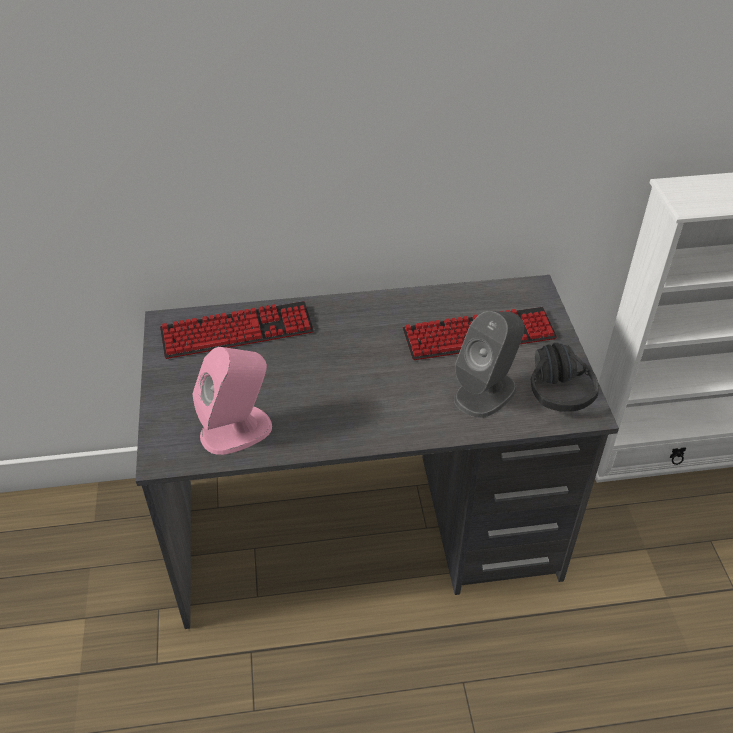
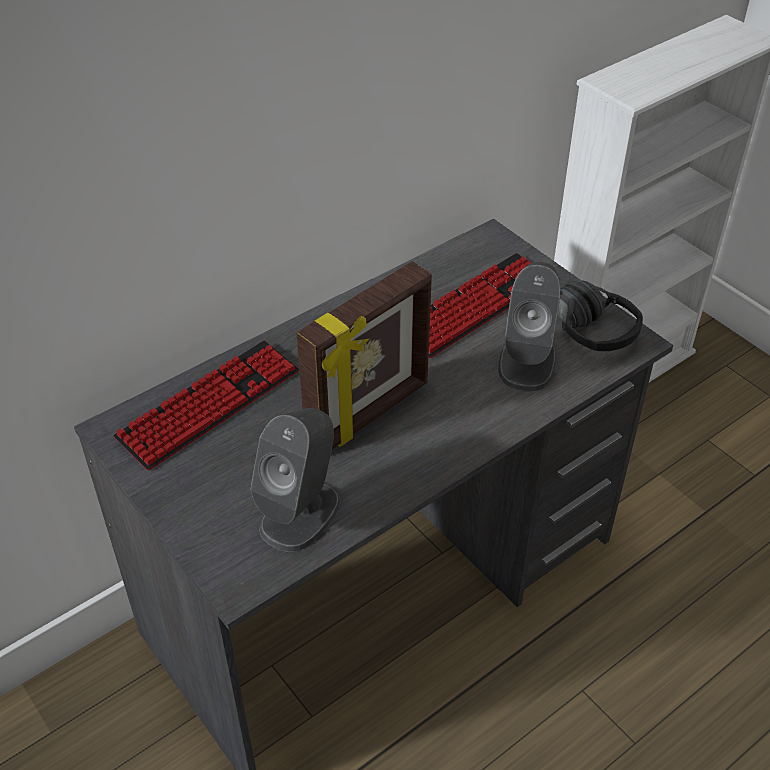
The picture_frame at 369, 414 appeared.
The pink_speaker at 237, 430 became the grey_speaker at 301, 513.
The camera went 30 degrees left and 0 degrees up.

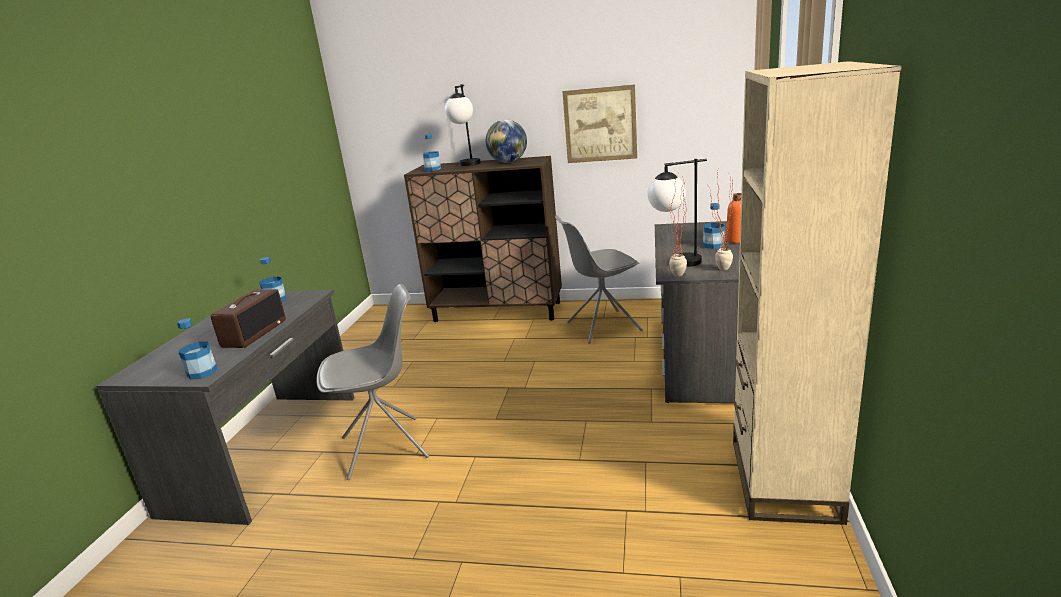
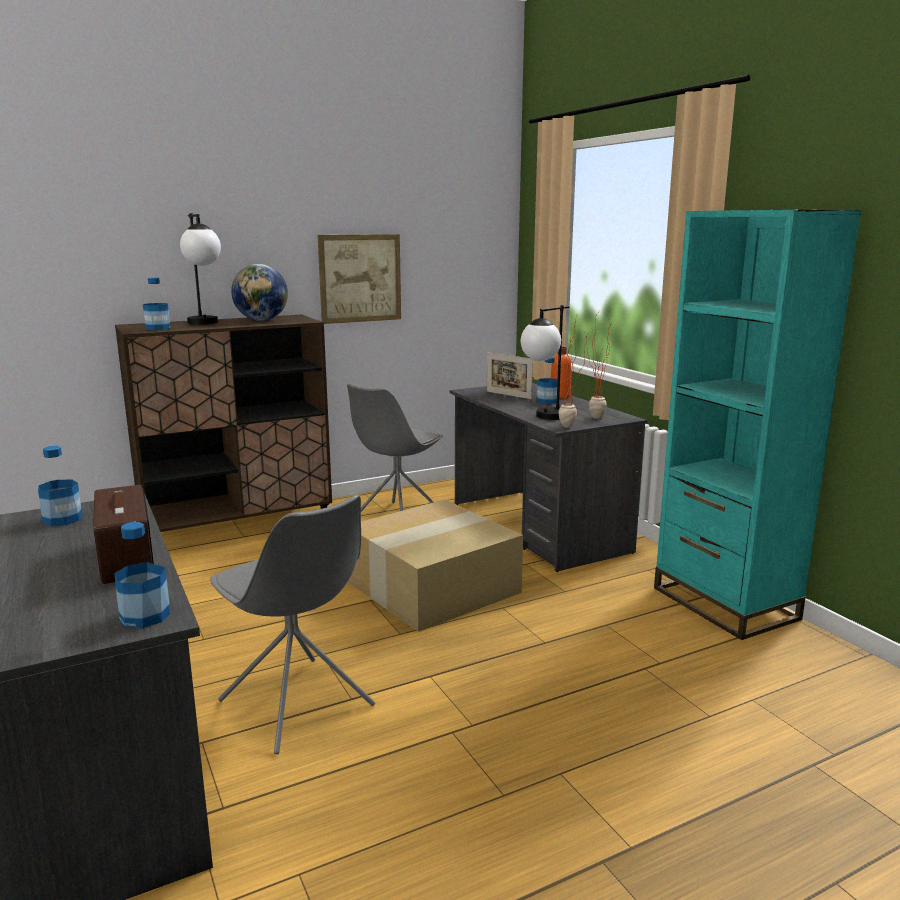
The cardboard_box at 433, 585 appeared.
The picture_frame at 508, 395 appeared.
The beige_bookcase at 783, 479 became the turquoise_bookcase at 724, 603.
The grey_chair at 386, 447 turned 105 degrees clockwise.
The camera went 40 degrees left and 5 degrees down.

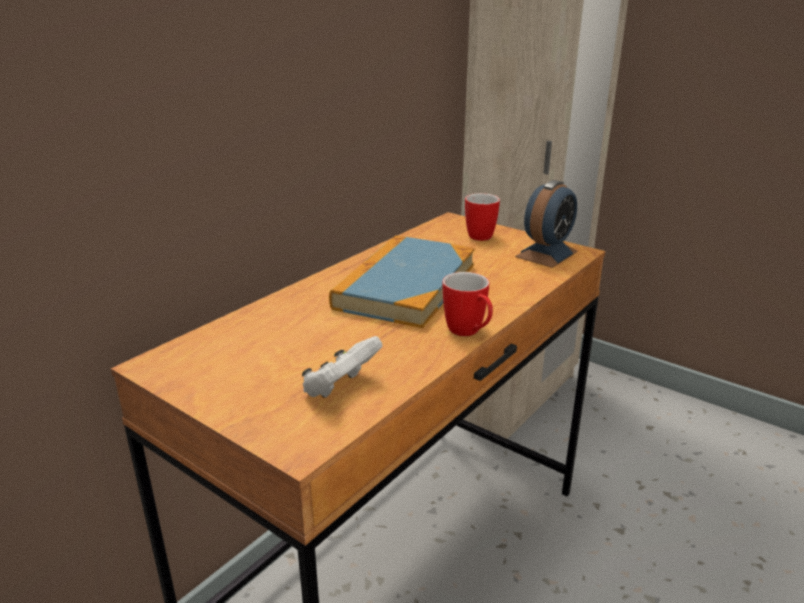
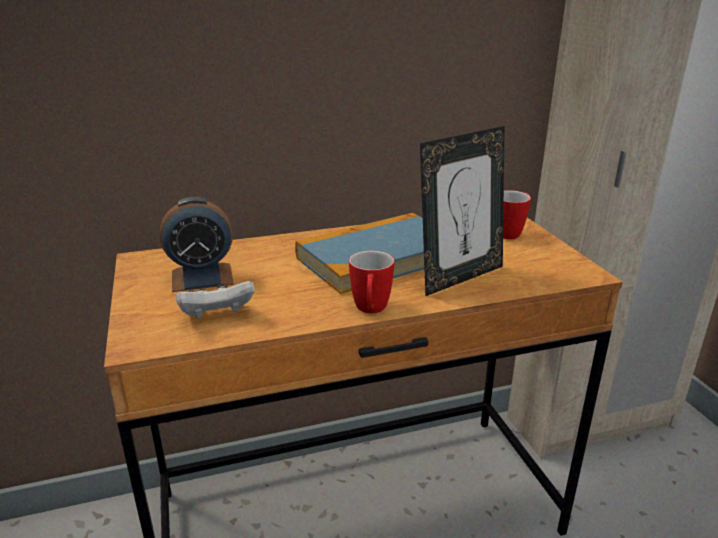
The picture_frame at 459, 277 appeared.
The alarm_clock moved from 546, 254 to 202, 277.
The camera went 35 degrees right and 0 degrees up.

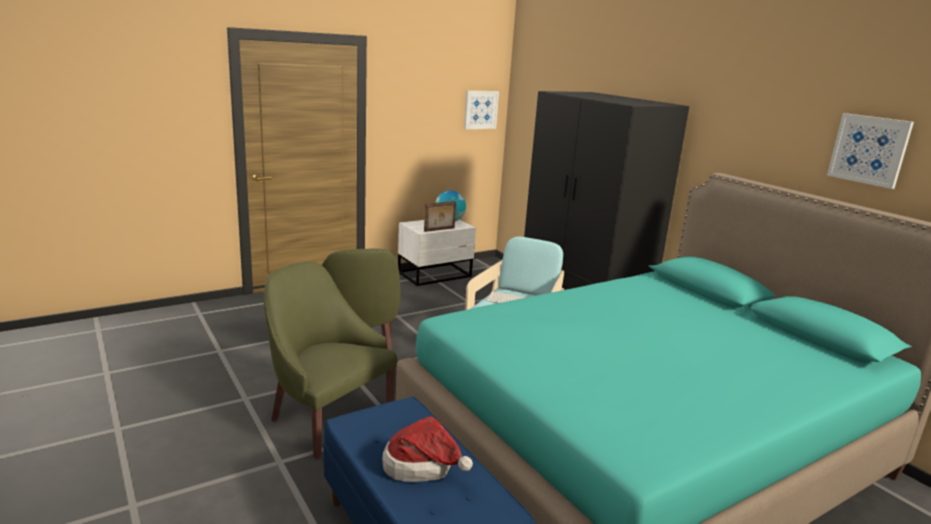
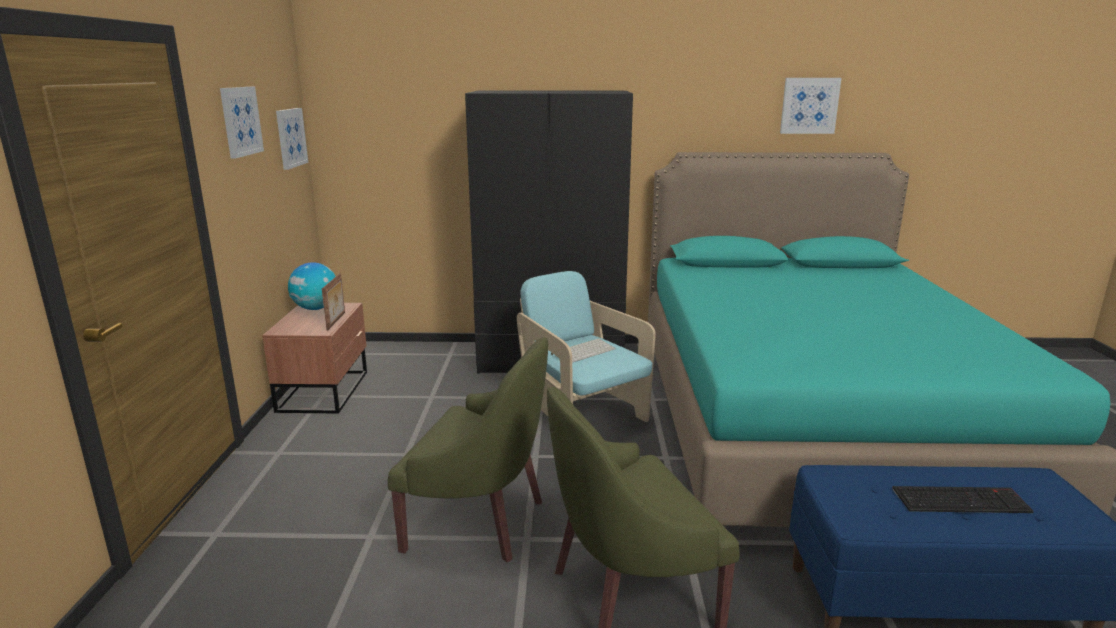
The picture at 240, 121 appeared.
The hat at 423, 467 was replaced by the keyboard at 961, 499.
The white_nightstand at 436, 275 became the brown_nightstand at 326, 390.
The camera went 55 degrees left and 0 degrees up.

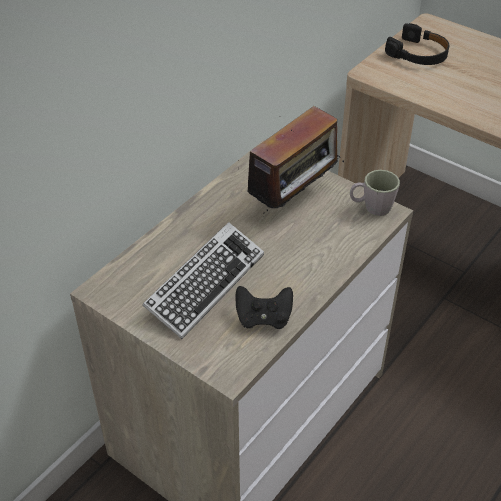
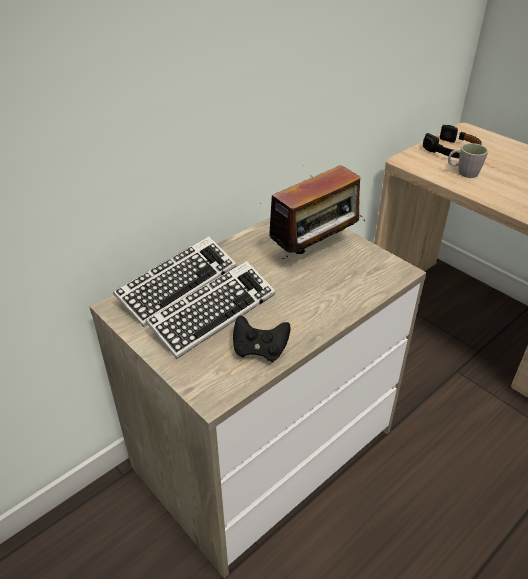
The keyboard at 178, 285 appeared.
The grey_mug moved from 371, 208 to 463, 173.
The camera went 10 degrees right and 5 degrees down.

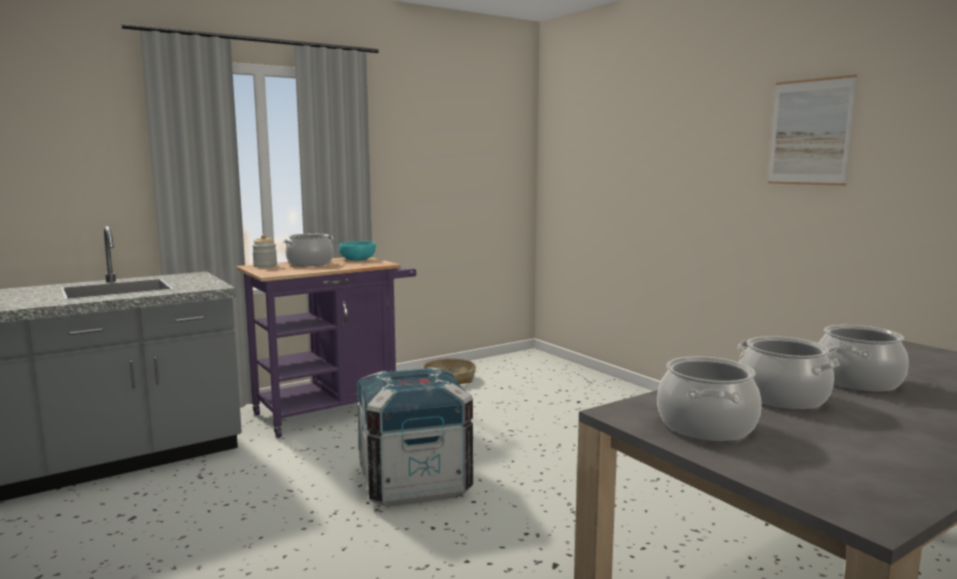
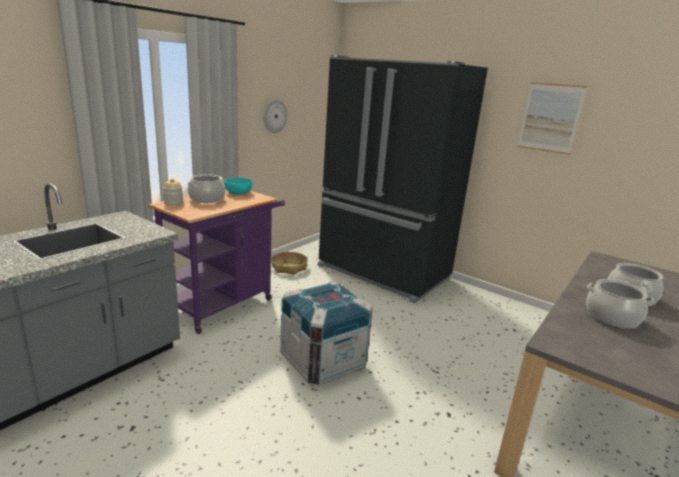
The cooking_pot at 705, 425 disappeared.
The wall_clock at 274, 116 appeared.
The black_fridge at 382, 273 appeared.
The camera went 20 degrees left and 10 degrees up.

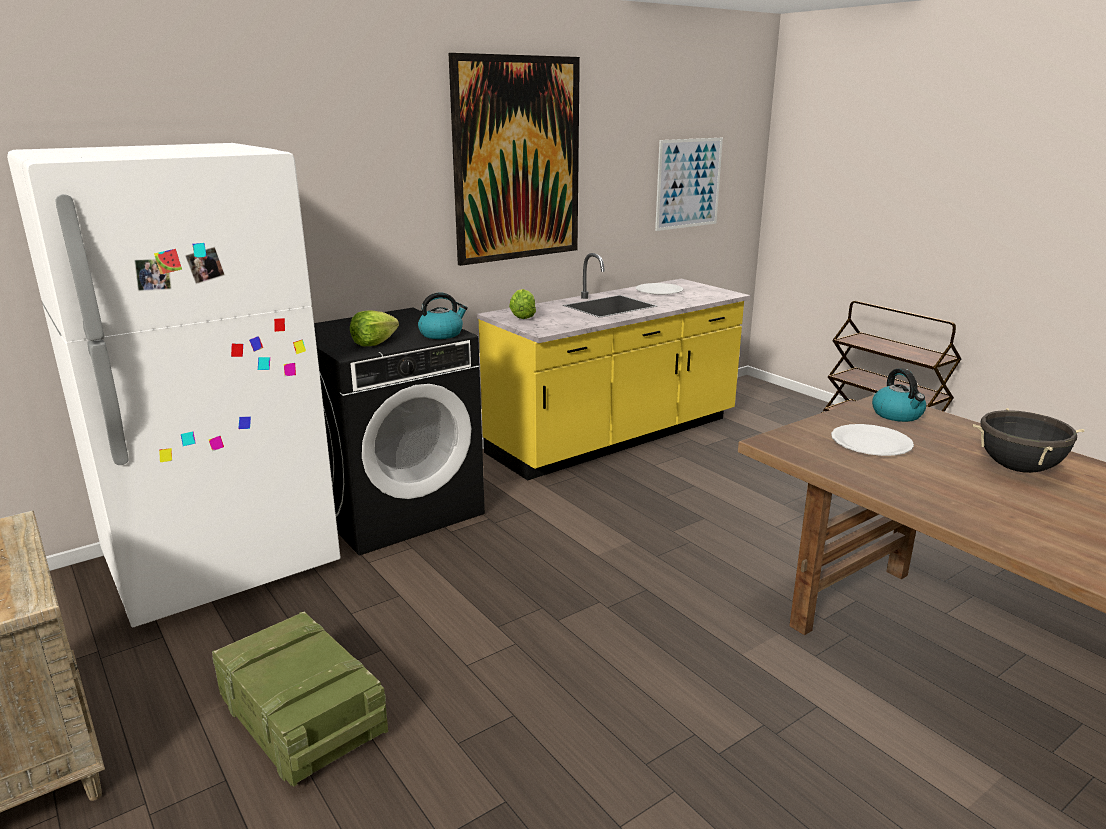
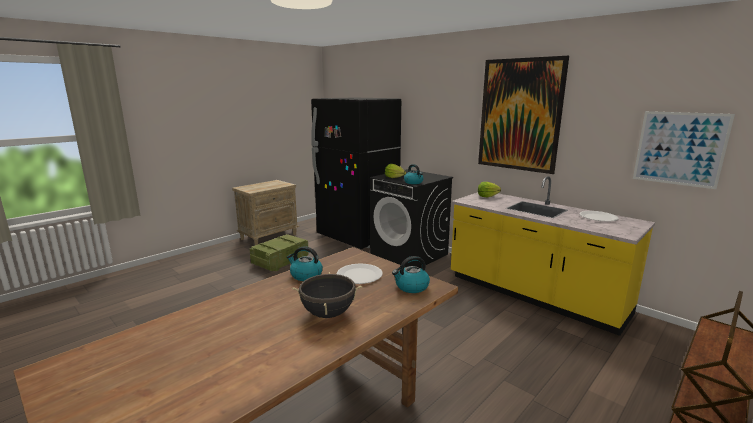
The kettle at 305, 275 appeared.
The white_fridge at 222, 564 became the black_fridge at 357, 237.
The camera went 80 degrees right and 5 degrees down.

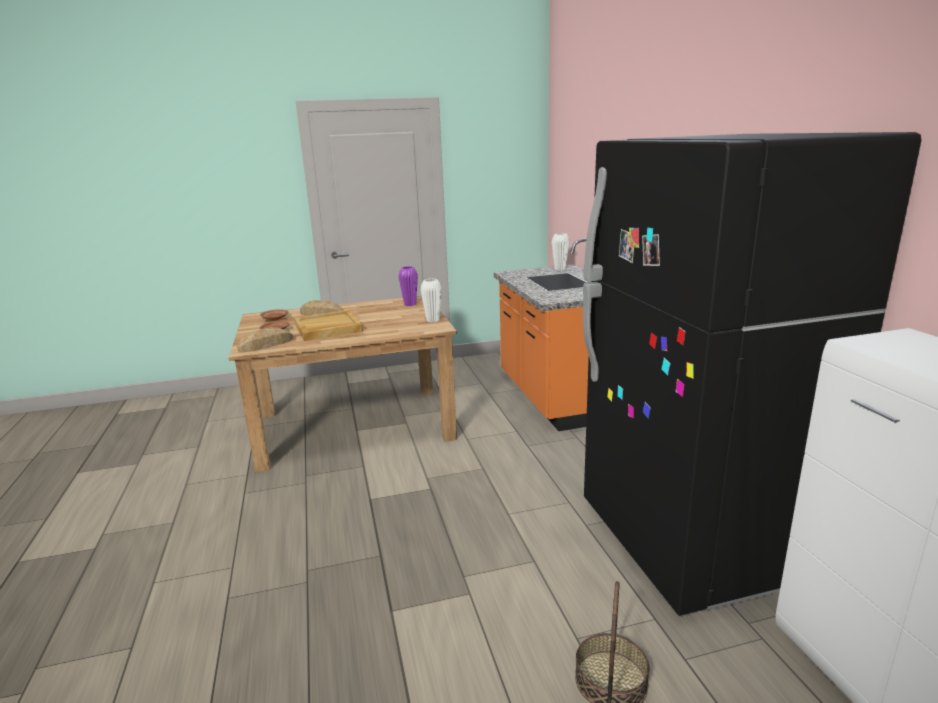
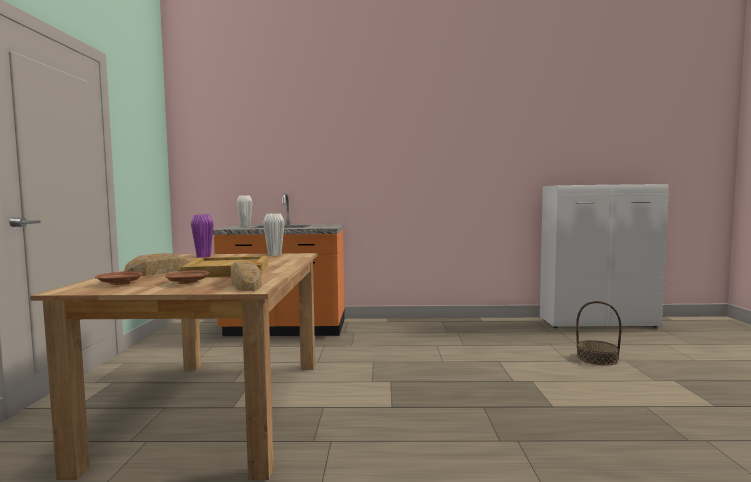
The black_fridge at 691, 542 disappeared.
The camera went 75 degrees left and 15 degrees down.

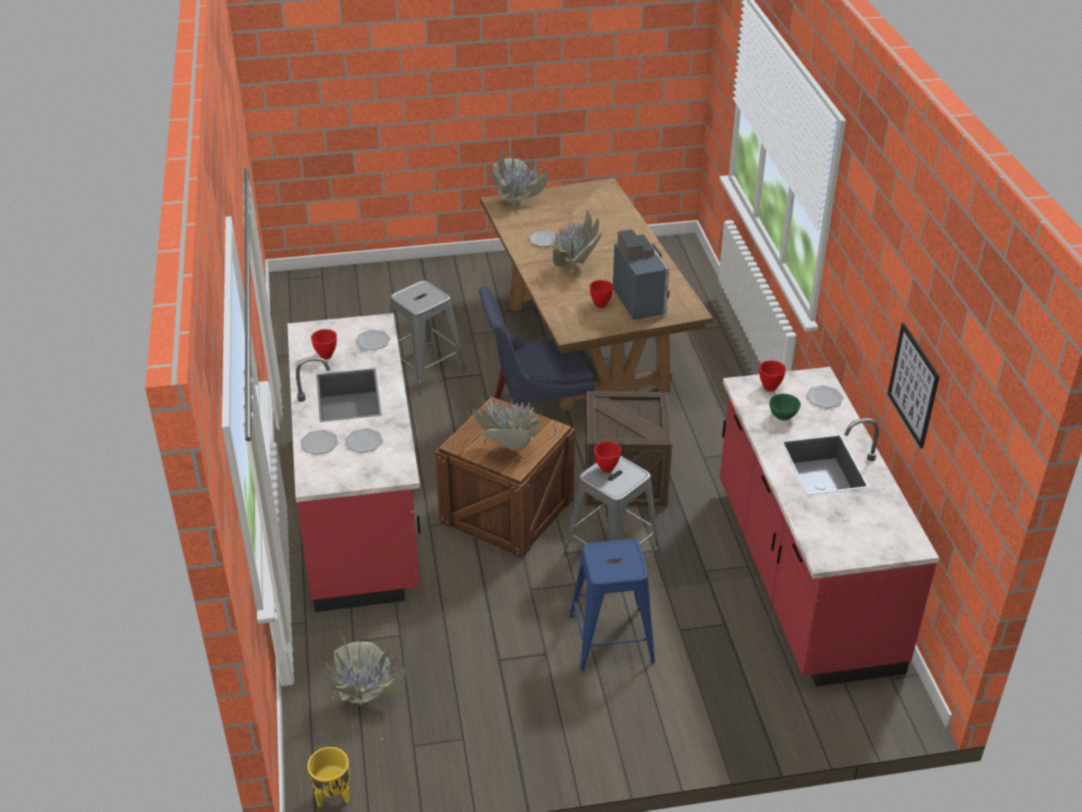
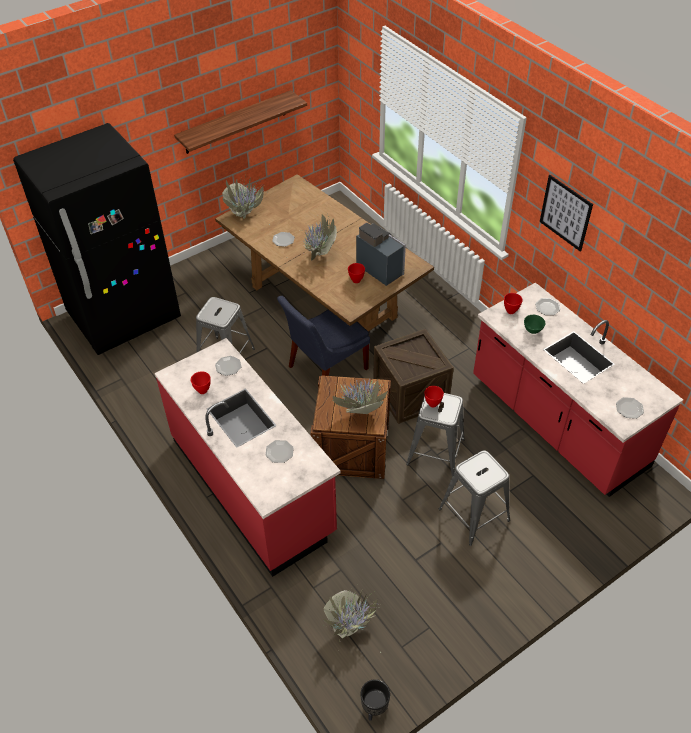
The black_fridge at 124, 317 appeared.
The shelf at 235, 122 appeared.
The plate moved from 319, 443 to 629, 408.
The picture moved from 913, 385 to 565, 213.
The yellow_planter at 332, 796 became the black_planter at 374, 709.
The blue_stool at 611, 638 became the grey_stool at 474, 514.
The camera went 25 degrees left and 10 degrees up.

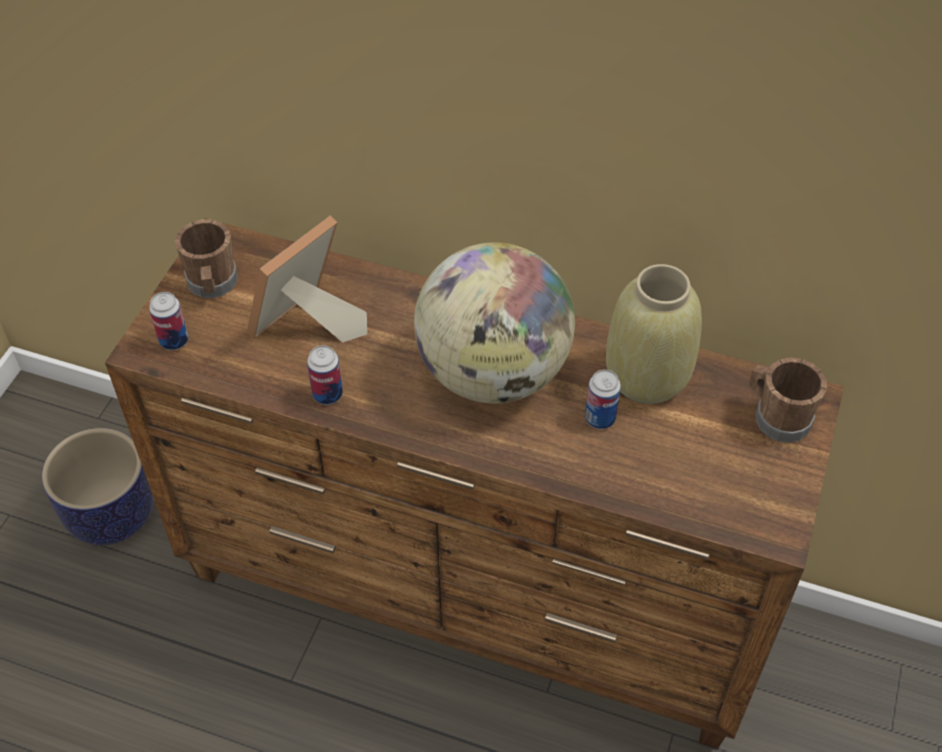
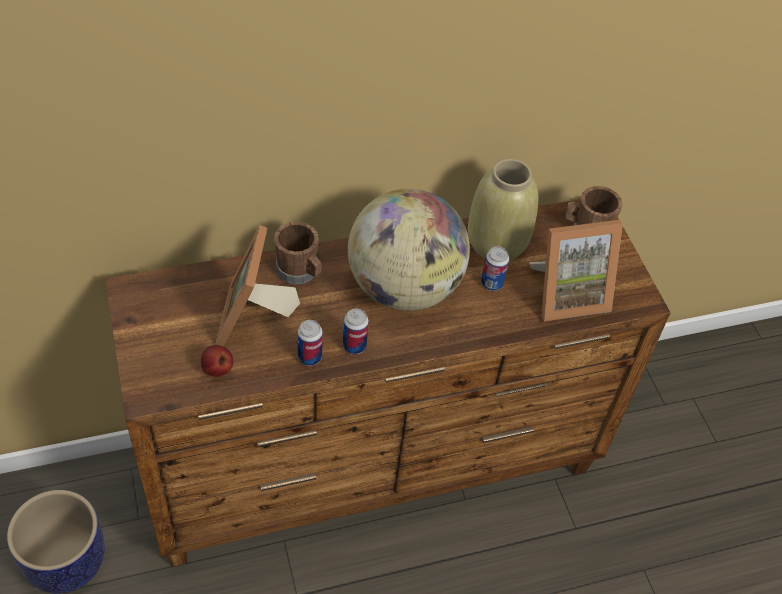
The apple at 217, 369 appeared.
The picture_frame at 567, 294 appeared.
The can moved from 174, 341 to 354, 346.
The brown_mug moved from 212, 285 to 300, 272.
The camera went 40 degrees left and 0 degrees up.

